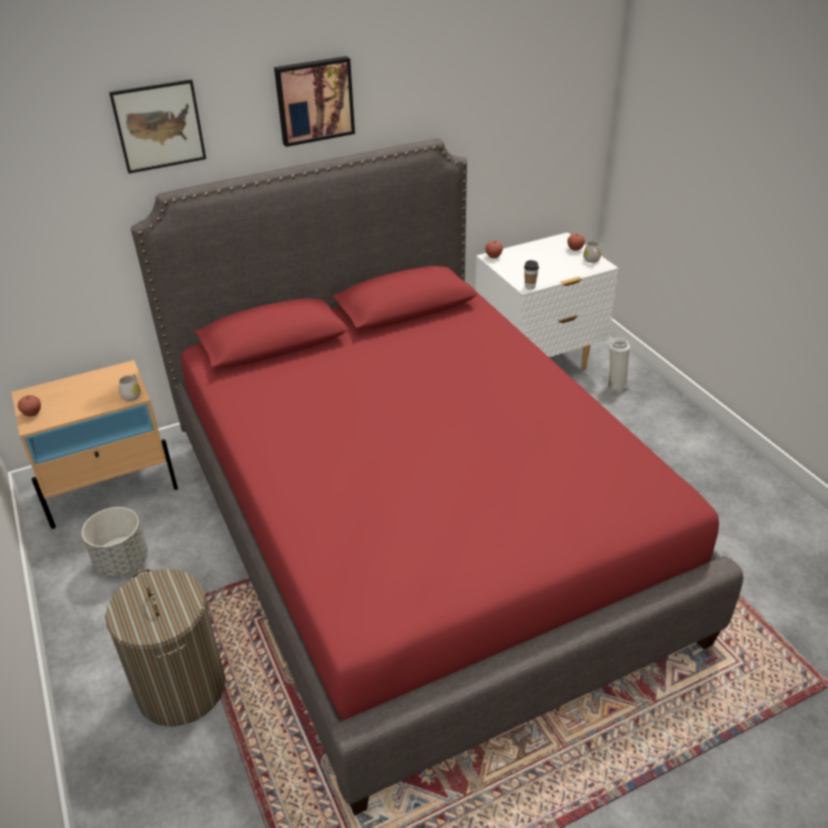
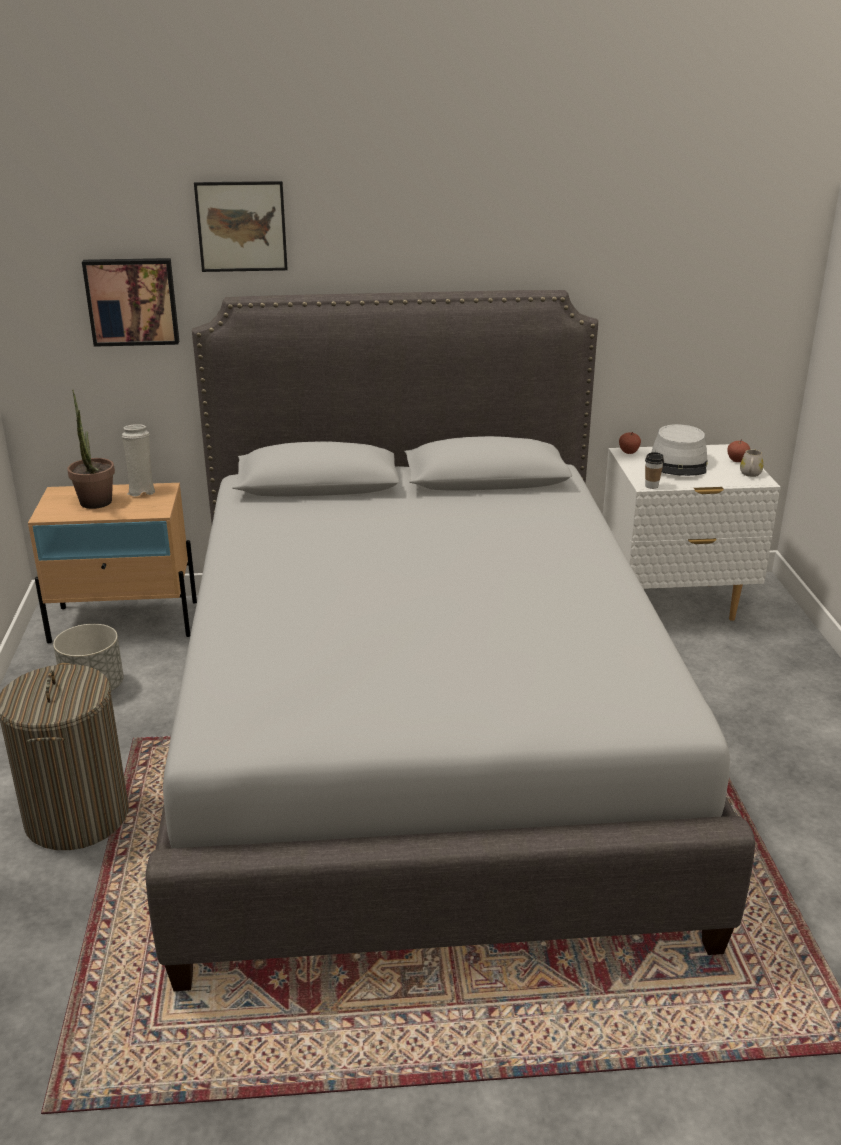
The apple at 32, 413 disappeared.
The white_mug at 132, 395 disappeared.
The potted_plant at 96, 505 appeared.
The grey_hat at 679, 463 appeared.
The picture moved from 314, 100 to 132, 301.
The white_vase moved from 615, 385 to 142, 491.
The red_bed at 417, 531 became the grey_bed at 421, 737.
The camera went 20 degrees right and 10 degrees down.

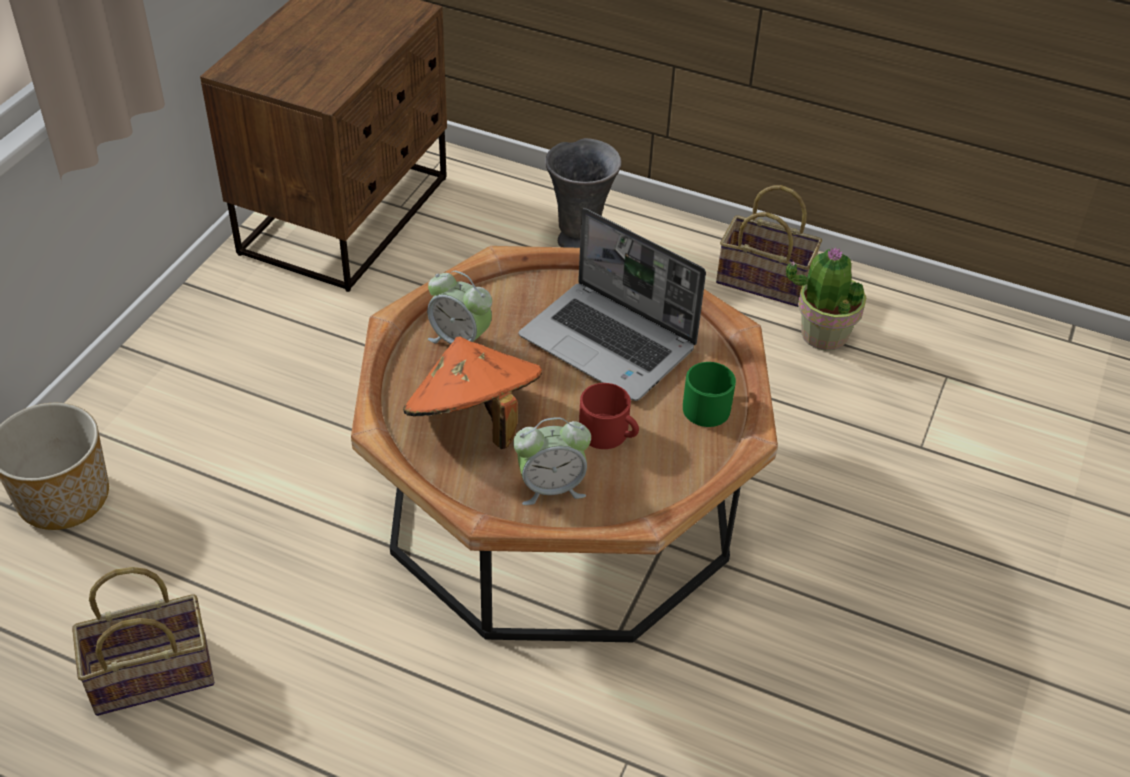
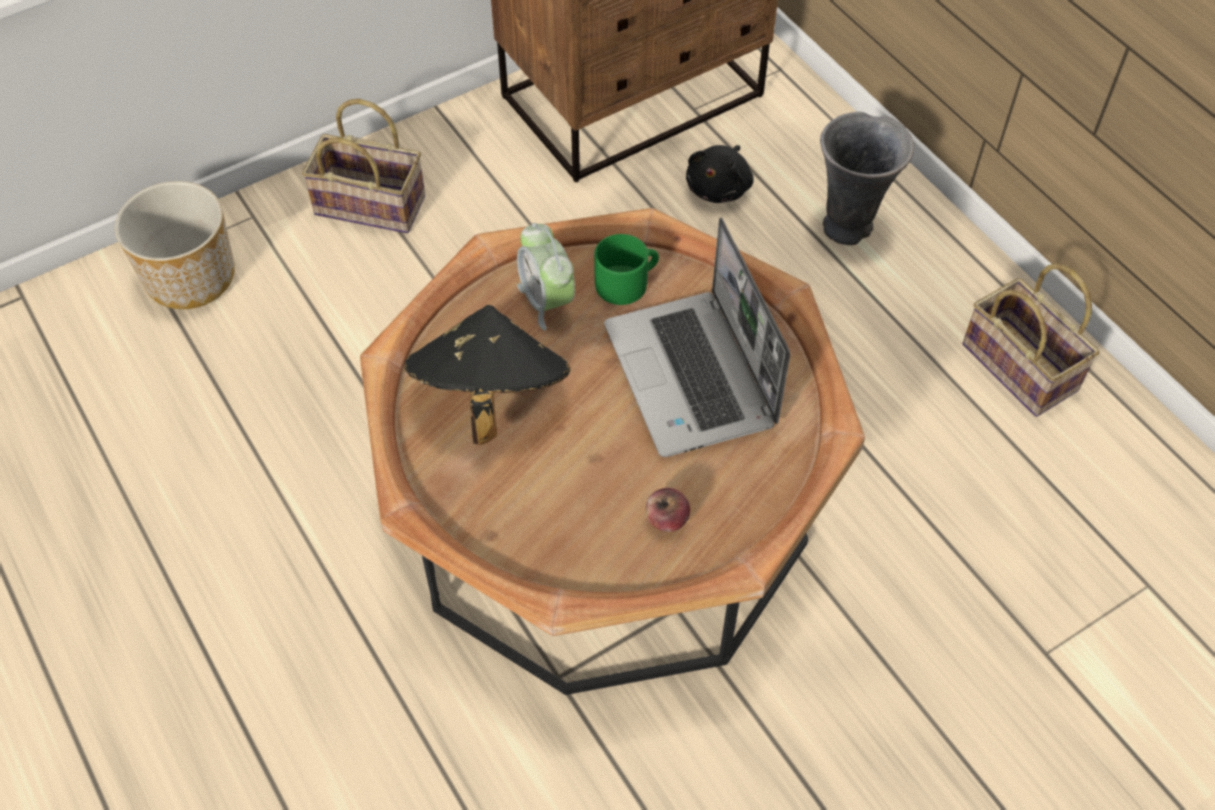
The alarm_clock at 551, 487 disappeared.
The red_mug at 609, 434 disappeared.
The potted_plant at 823, 334 disappeared.
The apple at 666, 520 appeared.
The black_plush_toy at 719, 187 appeared.
The basket moved from 155, 672 to 373, 204.
The green_mug moved from 709, 405 to 627, 282.
The orange_hat at 474, 422 became the black_hat at 489, 397.
The camera went 35 degrees right and 10 degrees up.

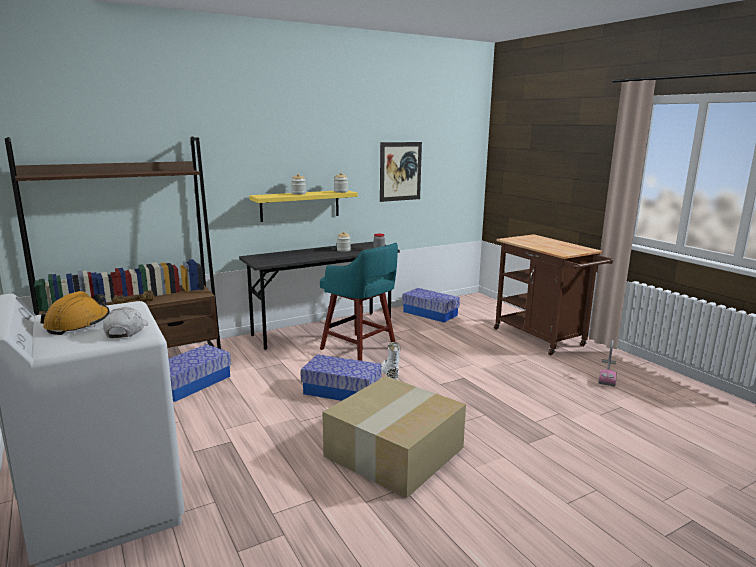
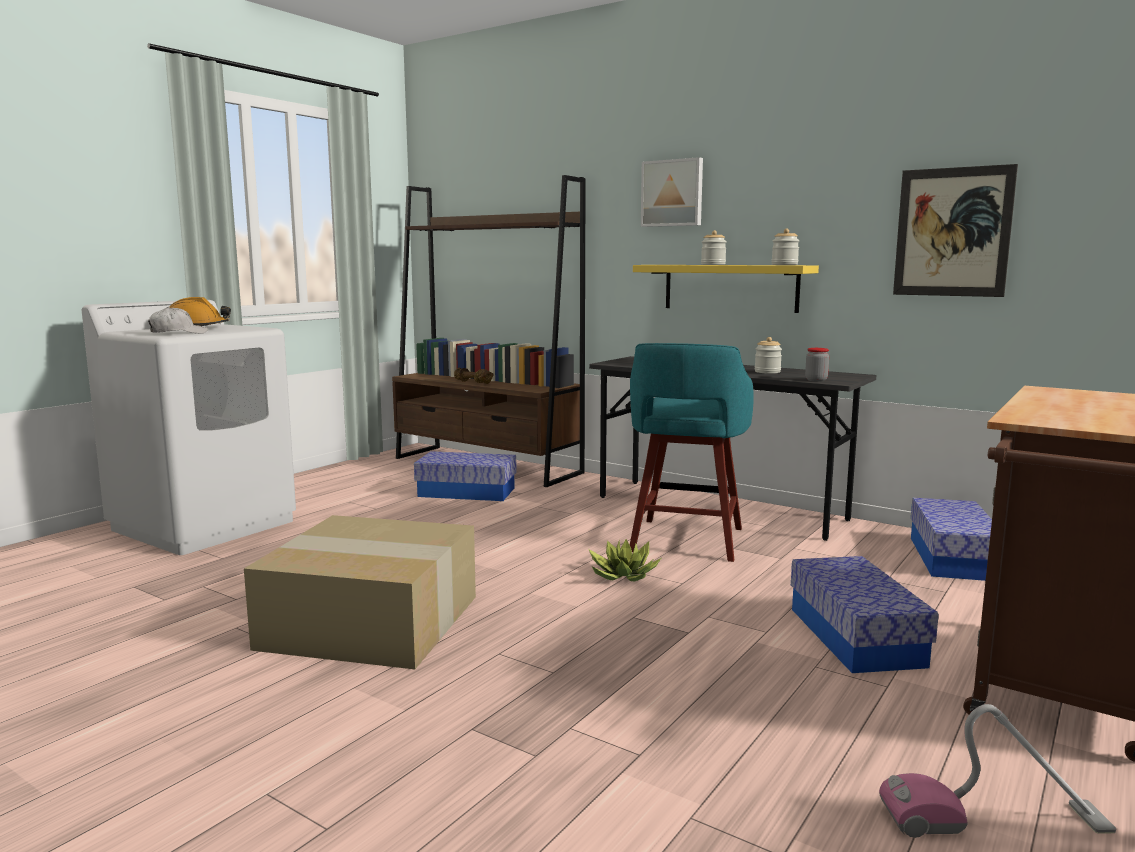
The picture at 672, 193 appeared.
The storage_box moved from 342, 391 to 855, 636.
The white_boot at 389, 374 was replaced by the potted_plant at 621, 575.
The camera went 65 degrees right and 5 degrees down.

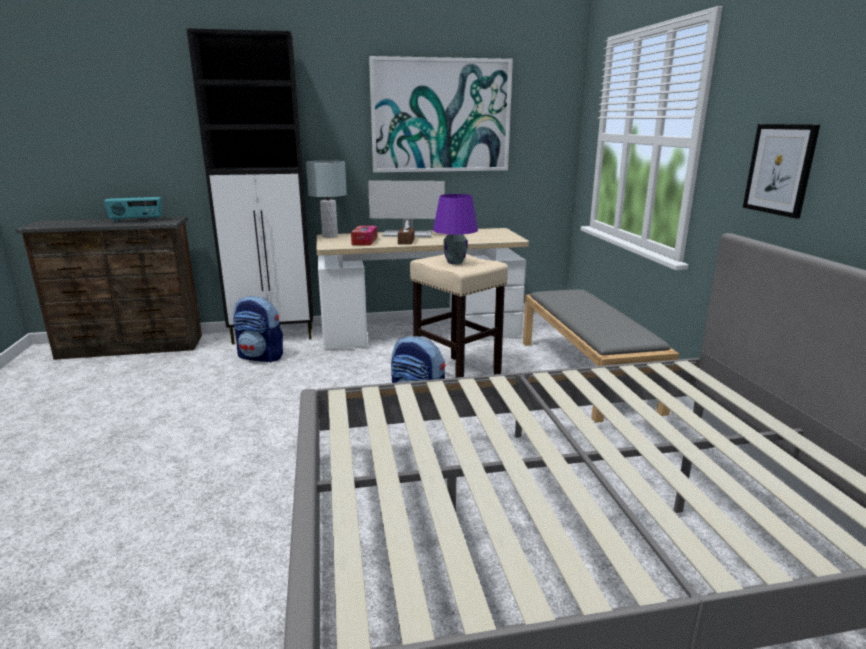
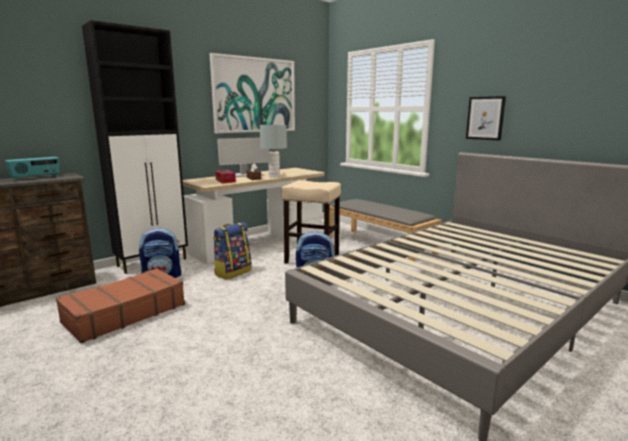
The purple_table_lamp at 454, 262 disappeared.
The brown_suitcase at 124, 313 appeared.
The backpack at 233, 272 appeared.
The grey_table_lamp moved from 329, 236 to 274, 176.
The camera went 30 degrees left and 5 degrees down.

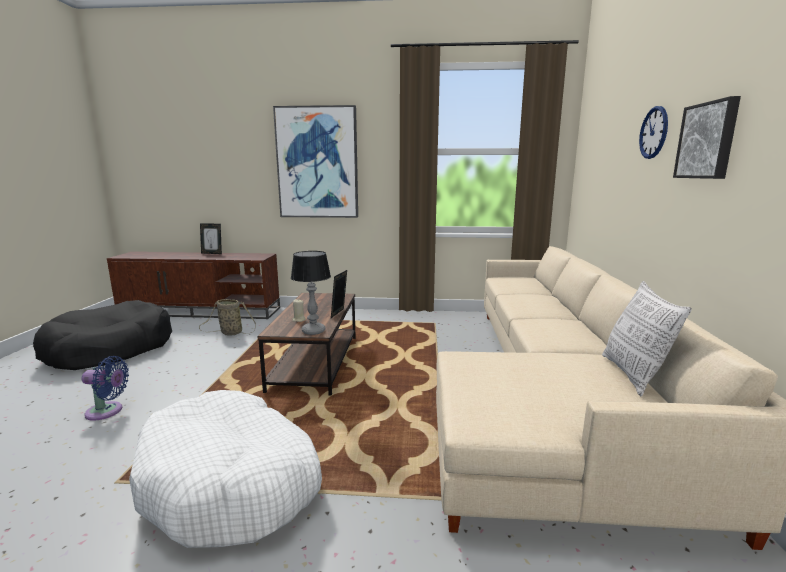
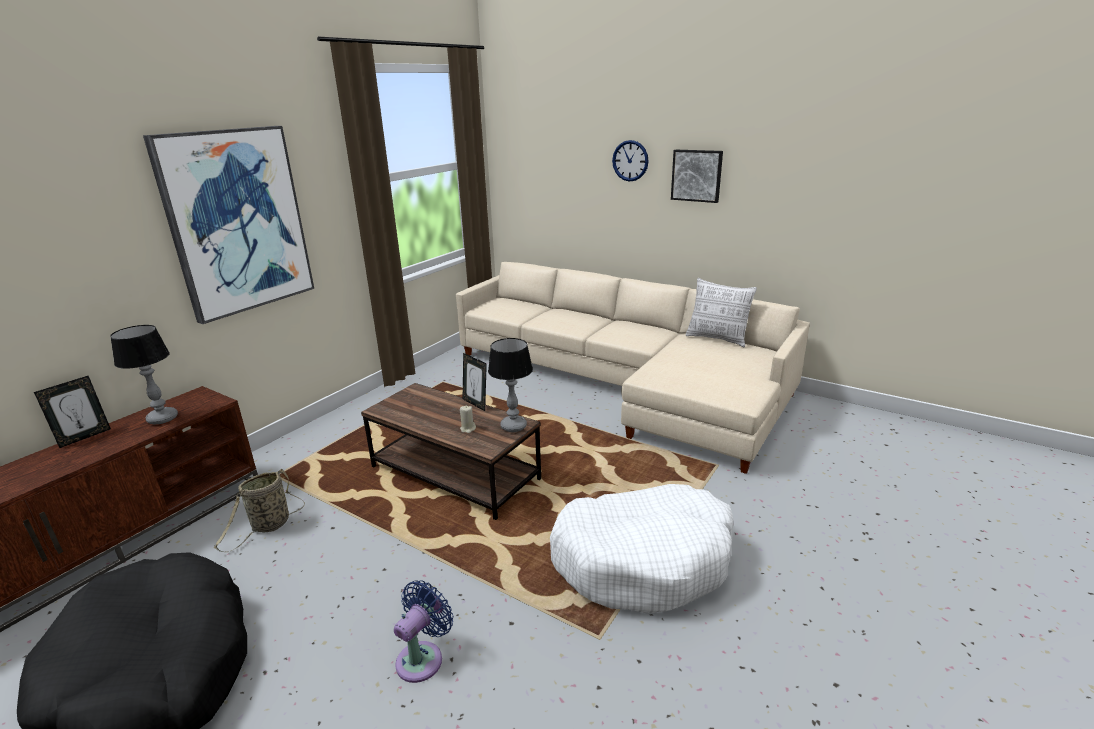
The table_lamp at 163, 418 appeared.
The camera went 60 degrees left and 10 degrees up.

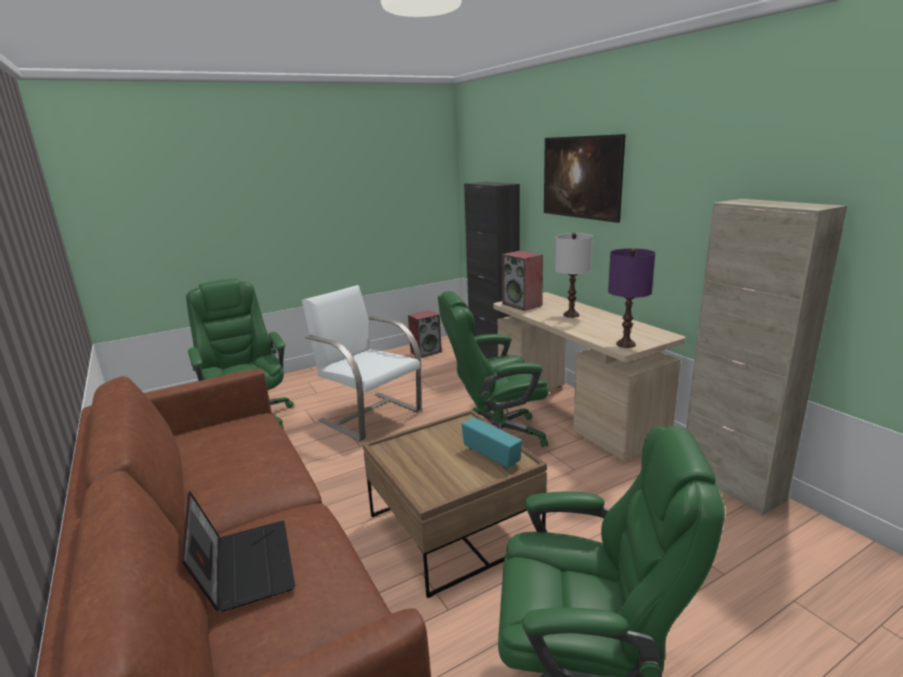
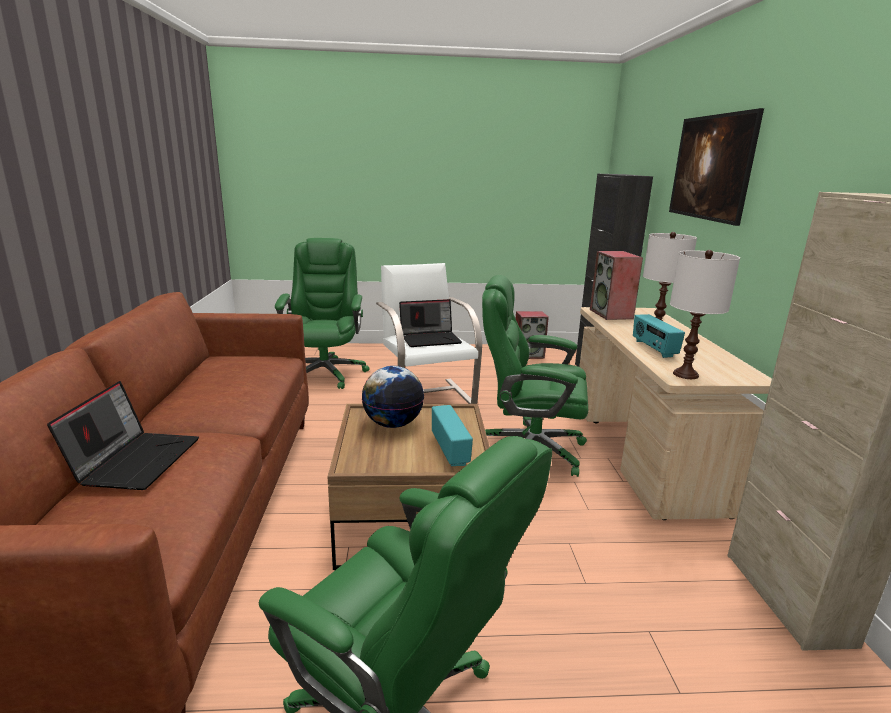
The globe at 393, 424 appeared.
The laptop at 430, 339 appeared.
The radio at 653, 349 appeared.
The purple_table_lamp at 625, 344 became the white_table_lamp at 685, 374.
The camera went 25 degrees right and 0 degrees up.

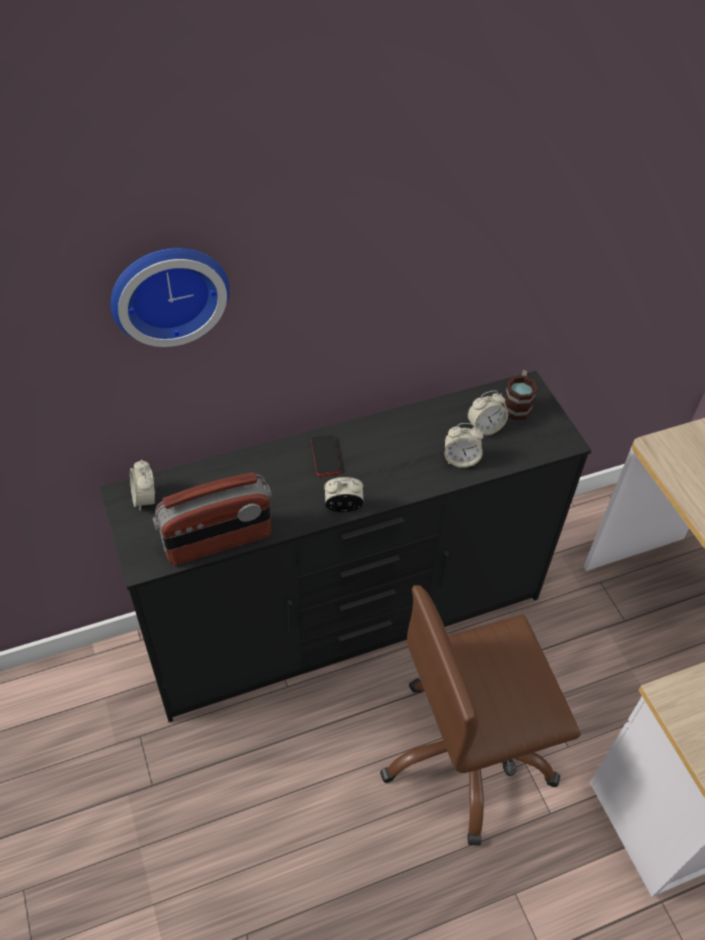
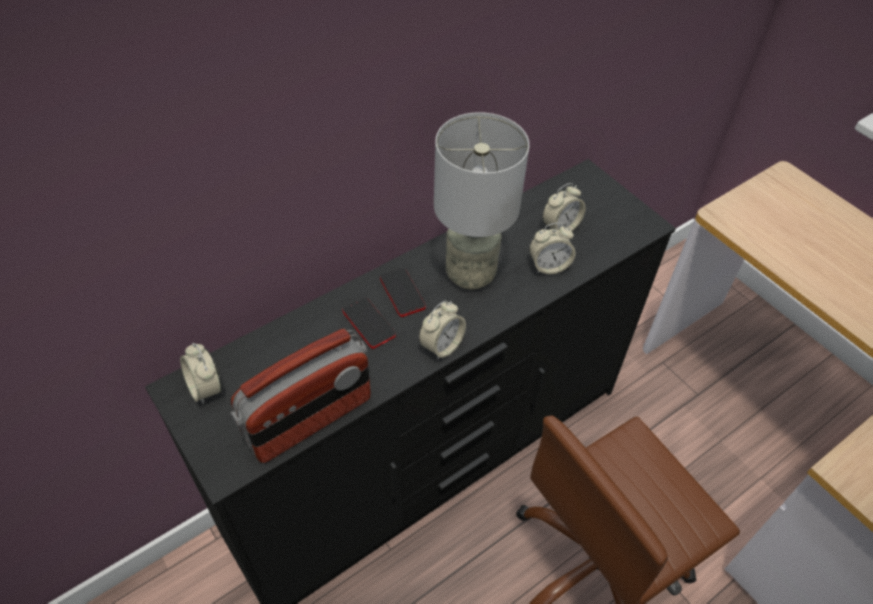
The wall_clock at 168, 291 disappeared.
The mug at 517, 404 disappeared.
The phone at 369, 323 appeared.
The grey_table_lamp at 471, 275 appeared.
The alarm_clock at 343, 507 turned 150 degrees clockwise.
The camera went 15 degrees left and 0 degrees up.

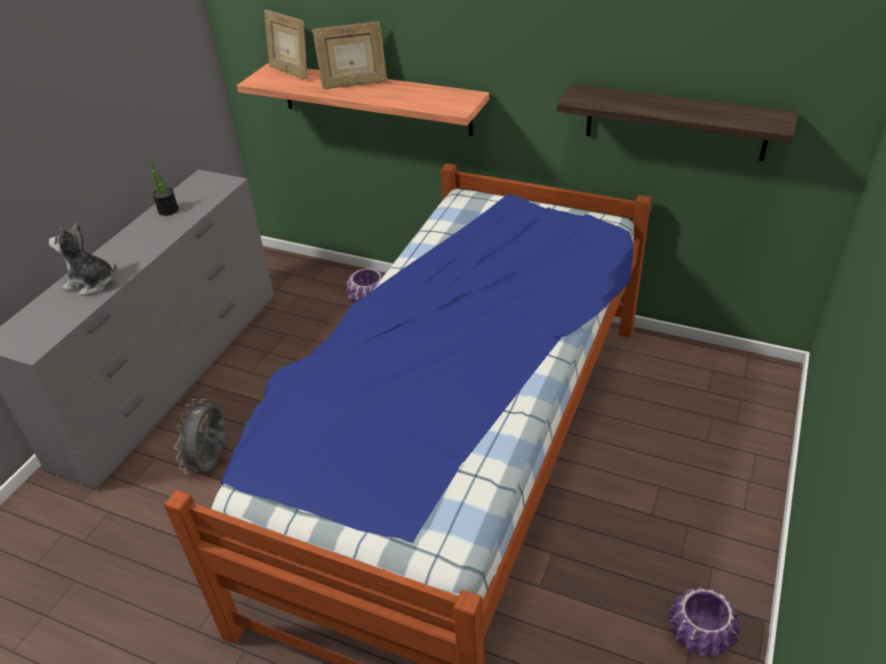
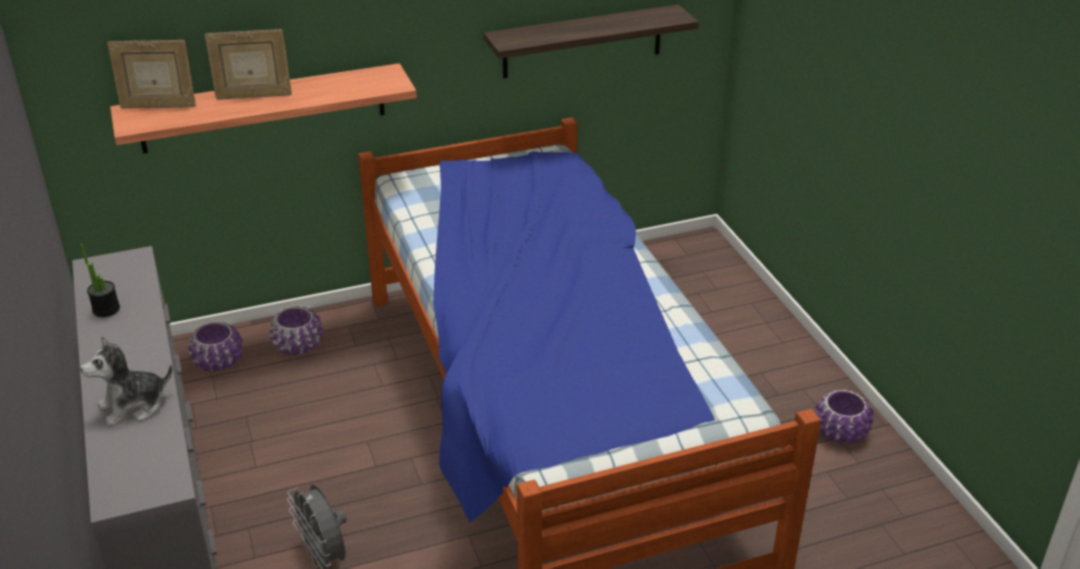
The purple_planter at 219, 361 appeared.
The picture_frame at 354, 84 turned 45 degrees clockwise.
The camera went 45 degrees left and 5 degrees down.

